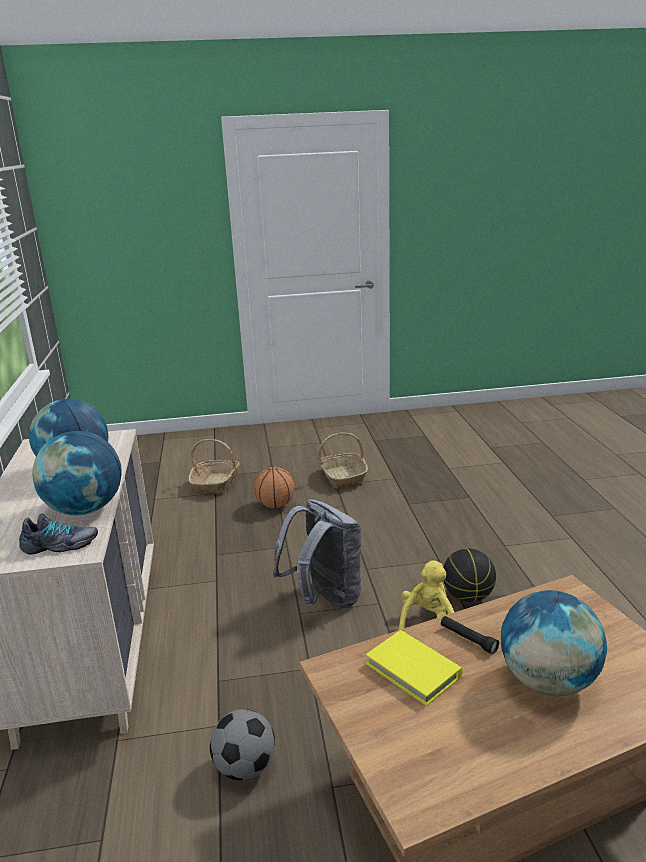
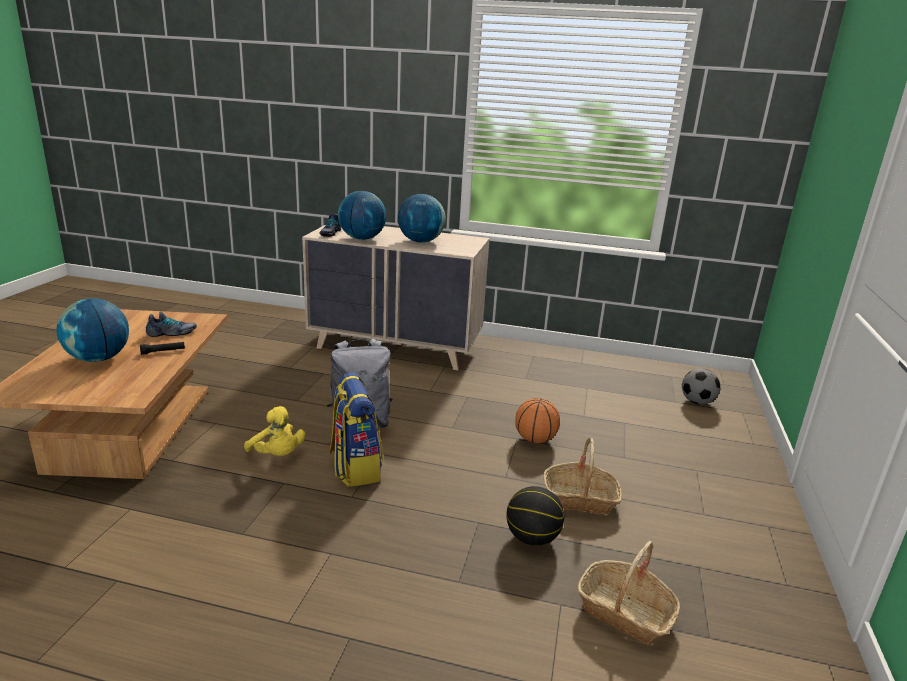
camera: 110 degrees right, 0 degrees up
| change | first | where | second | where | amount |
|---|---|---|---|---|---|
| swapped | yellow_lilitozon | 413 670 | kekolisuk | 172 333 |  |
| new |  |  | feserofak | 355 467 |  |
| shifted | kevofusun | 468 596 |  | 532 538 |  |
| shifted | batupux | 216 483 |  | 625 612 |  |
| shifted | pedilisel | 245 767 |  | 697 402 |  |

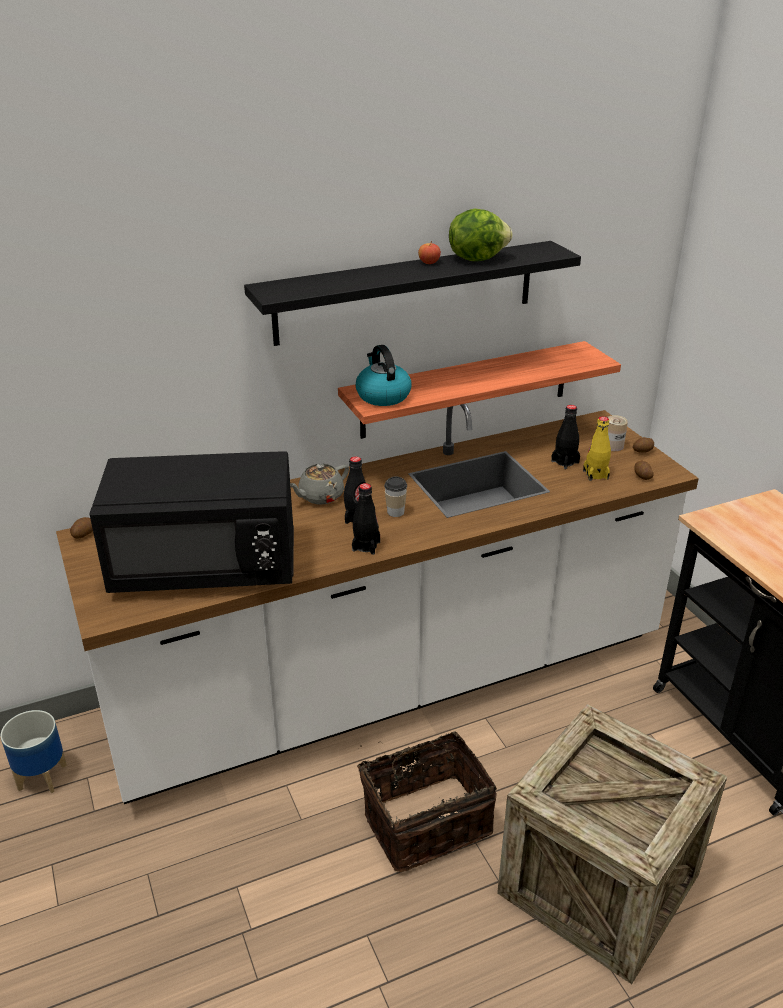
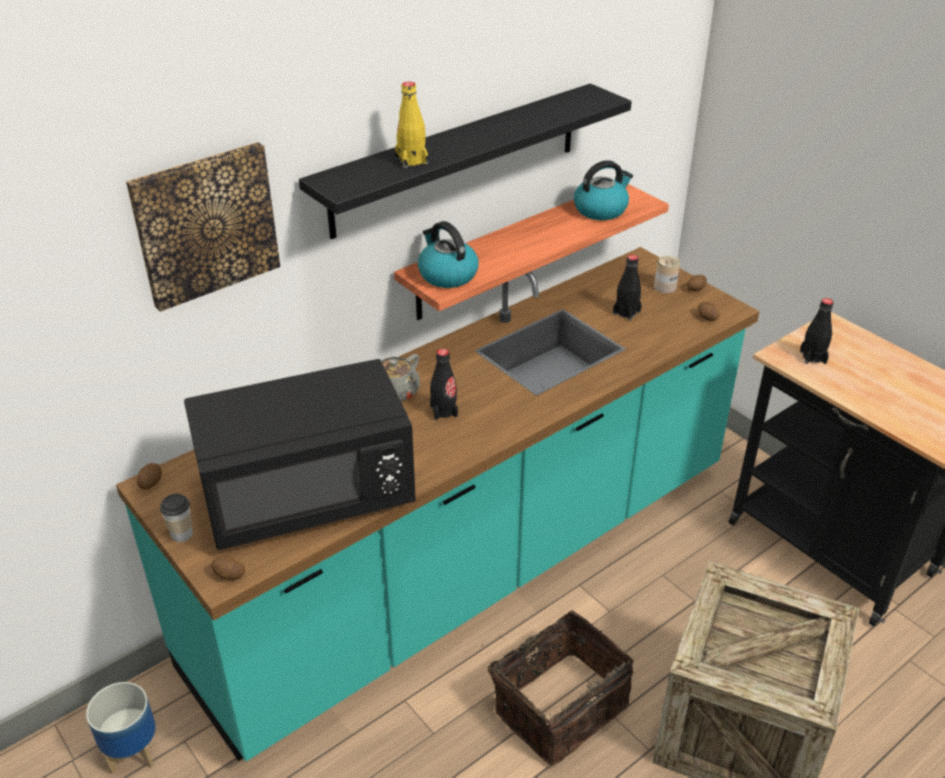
camera: 15 degrees left, 5 degrees up
| change | first | where | second | where | amount |
|---|---|---|---|---|---|
| repainted | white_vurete | 391 682 | turquoise_vurete | 472 566 |  |
| new |  |  | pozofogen | 205 224 |  |
| shifted | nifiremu | 395 512 |  | 181 534 |  |
| new |  |  | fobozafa | 228 575 |  |
| shifted | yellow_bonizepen | 595 474 |  | 411 161 |  |
| new |  |  | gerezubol | 601 209 |  |
| shifted | black_bonizepen | 366 546 |  | 813 357 |  |
| gone | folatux | 429 262 |  |  |  |
| gone | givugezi | 476 258 |  |  |  |

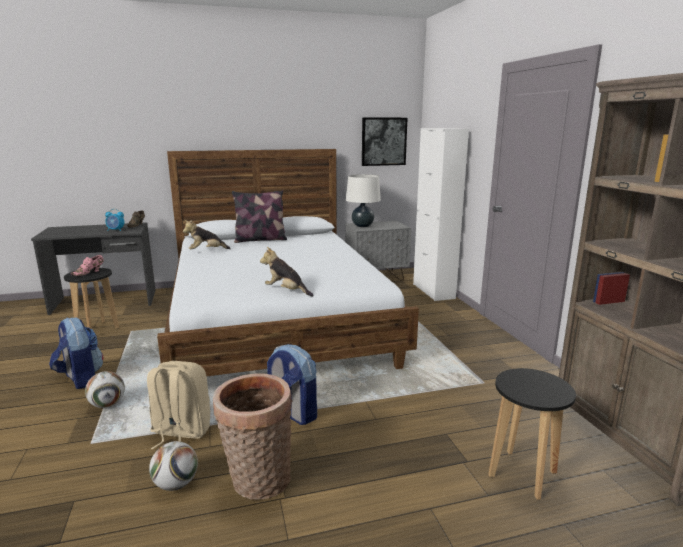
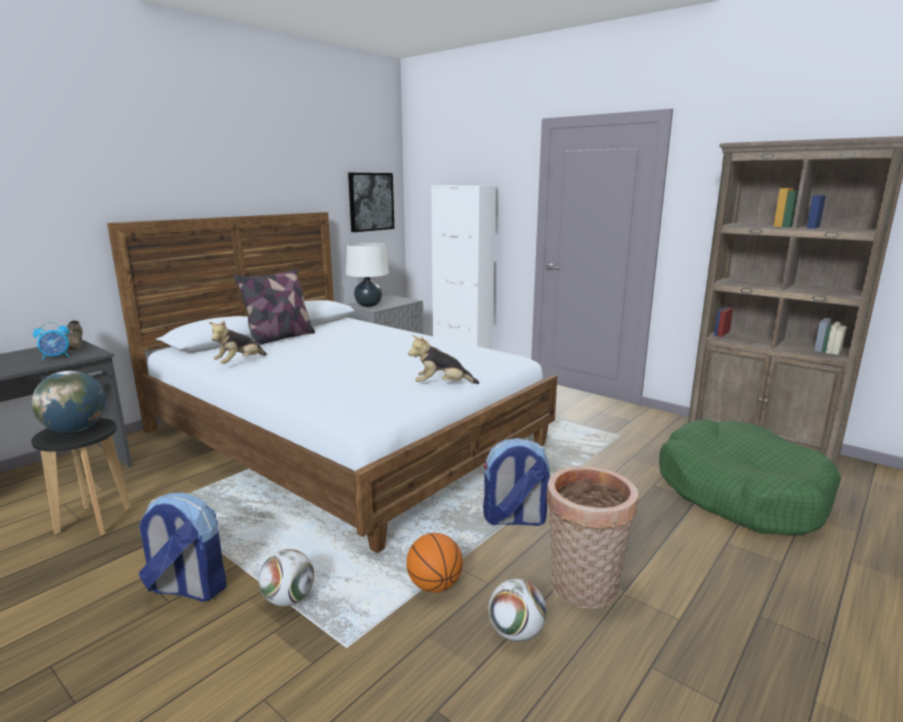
camera: 35 degrees left, 0 degrees up
| change | first | where | second | where | amount |
|---|---|---|---|---|---|
| swapped | pink_kekolisuk | 90 272 | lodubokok | 76 429 |  |
| swapped | beige_feserofak | 180 432 | kevofusun | 434 585 |  |
| swapped | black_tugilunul | 523 474 | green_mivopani | 740 493 |  |

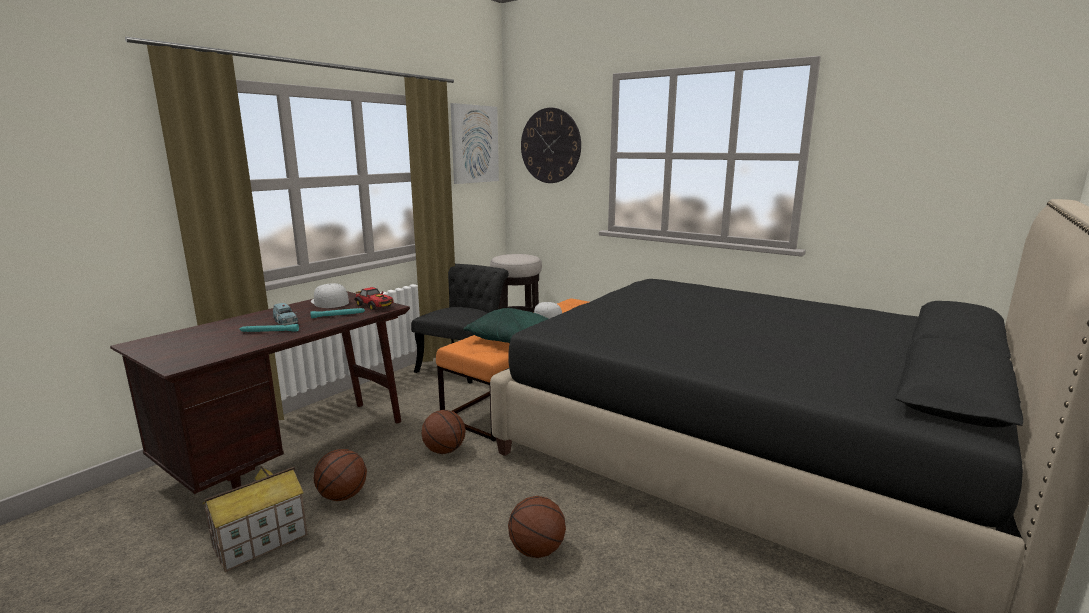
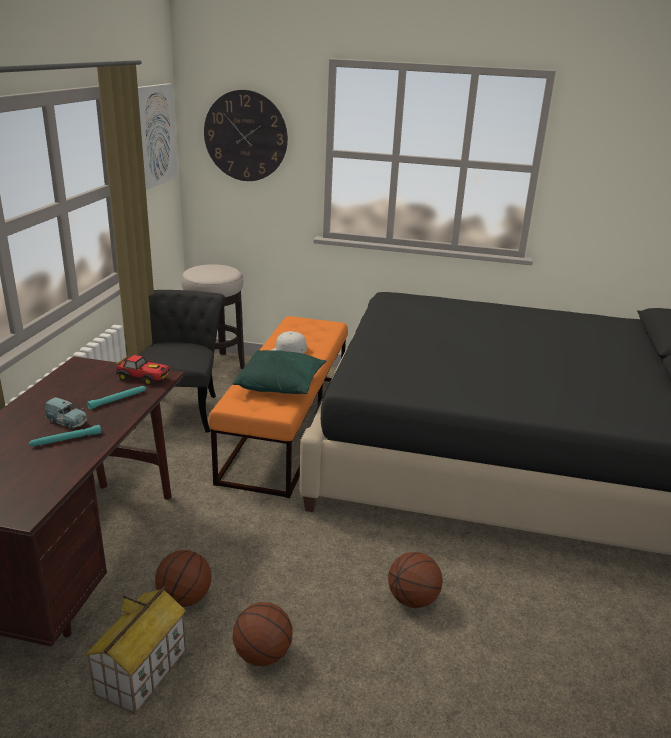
camera: 25 degrees left, 10 degrees up
| change | first | where | second | where | amount |
|---|---|---|---|---|---|
| shifted | kevofusun | 445 450 |  | 263 654 |  |
| gone | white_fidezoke | 329 302 |  |  |  |

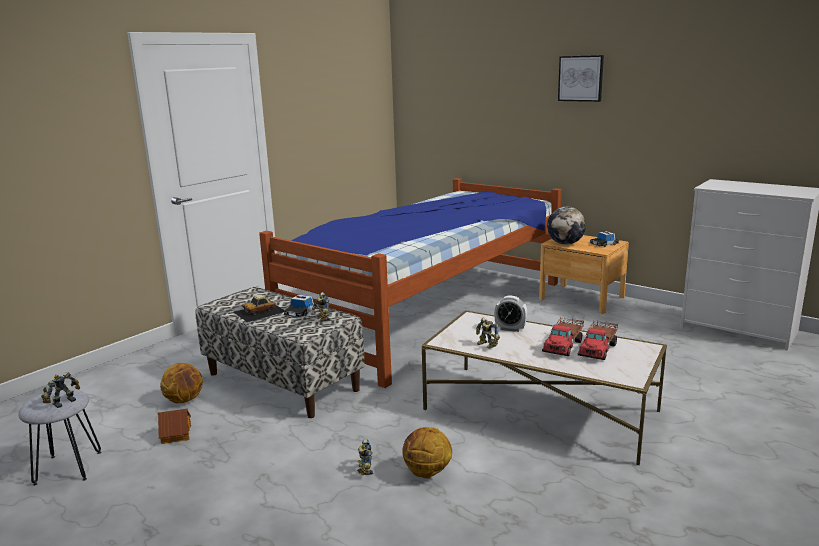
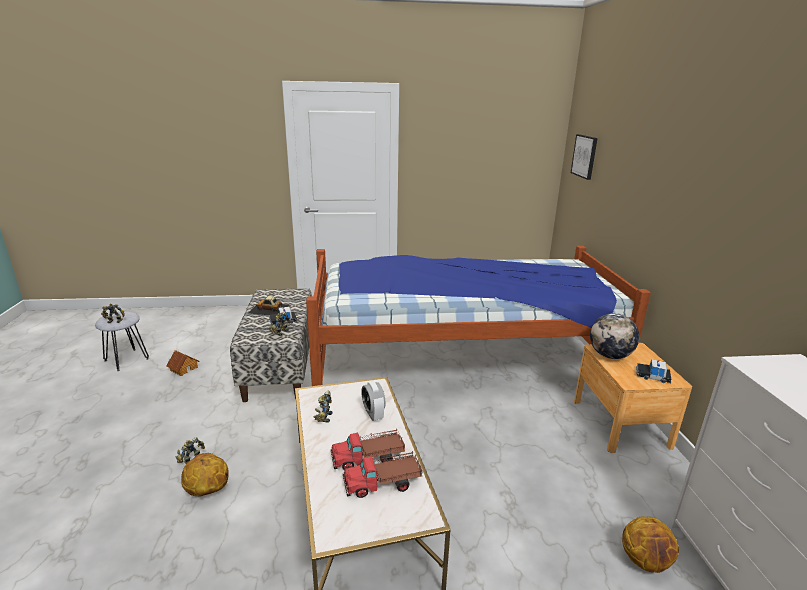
camera: 45 degrees right, 5 degrees up
| change | first | where | second | where | amount |
|---|---|---|---|---|---|
| shifted | pozofogen | 581 78 |  | 585 156 |  |
| shifted | kevofusun | 185 400 |  | 645 561 |  |

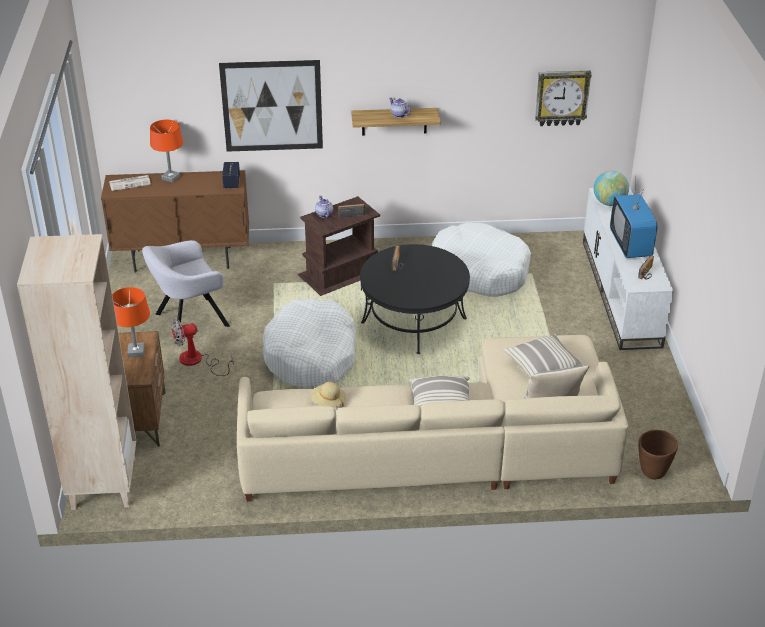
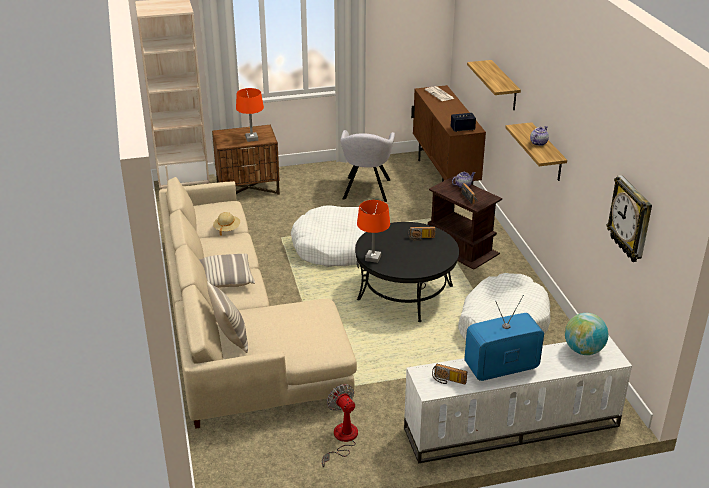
camera: 80 degrees right, 5 degrees down
| change | first | where | second | where | amount |
|---|---|---|---|---|---|
| shifted | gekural | 197 361 |  | 342 439 |  |
| rotated | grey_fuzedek | 189 321 |  | 366 190 | 135 degrees counterclockwise |
| shifted | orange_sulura | 170 178 |  | 372 258 |  |
| swapped | pozofogen | 272 106 | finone | 504 86 |  |
| gone | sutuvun | 543 367 |  |  |  |
| gone | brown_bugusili | 652 472 |  |  |  |

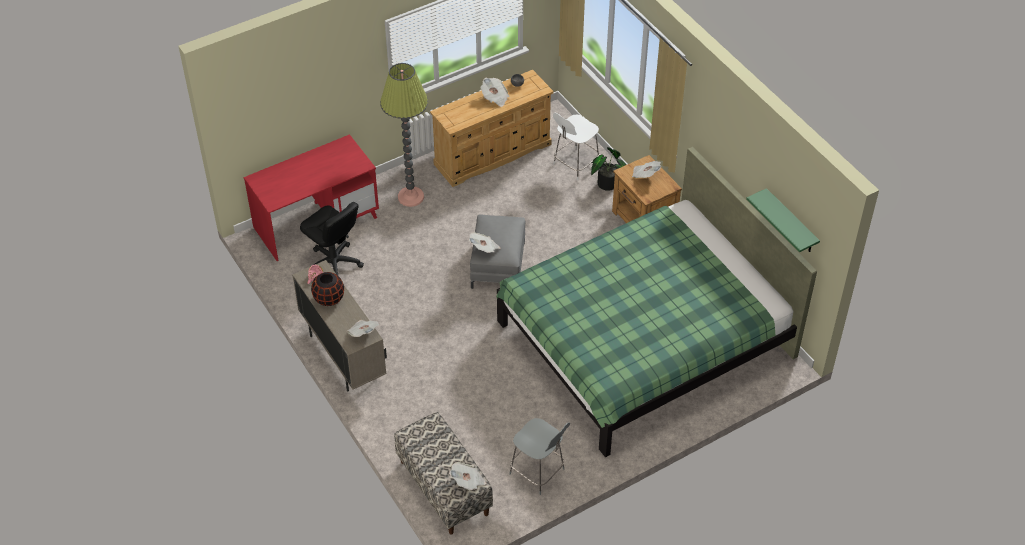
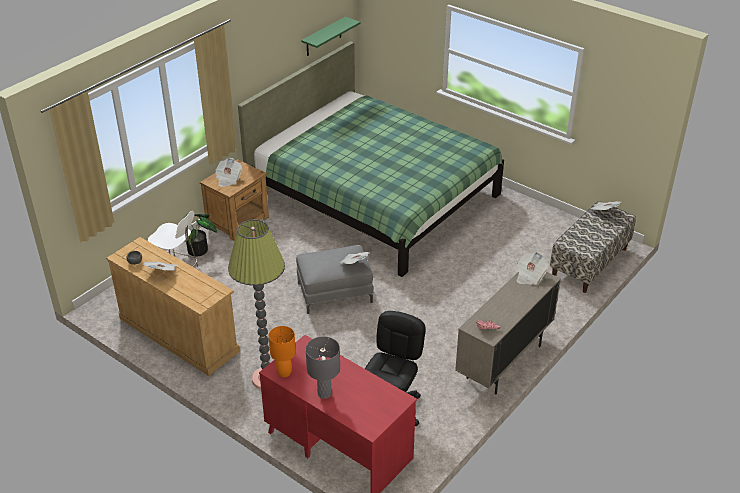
camera: 110 degrees left, 10 degrees down
| change | first | where | second | where | amount |
|---|---|---|---|---|---|
| new |  |  | orange_sulura | 284 372 |  |
| new |  |  | grey_sulura | 324 394 |  |
| gone | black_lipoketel | 329 299 |  |  |  |
| gone | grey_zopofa | 538 472 |  |  |  |

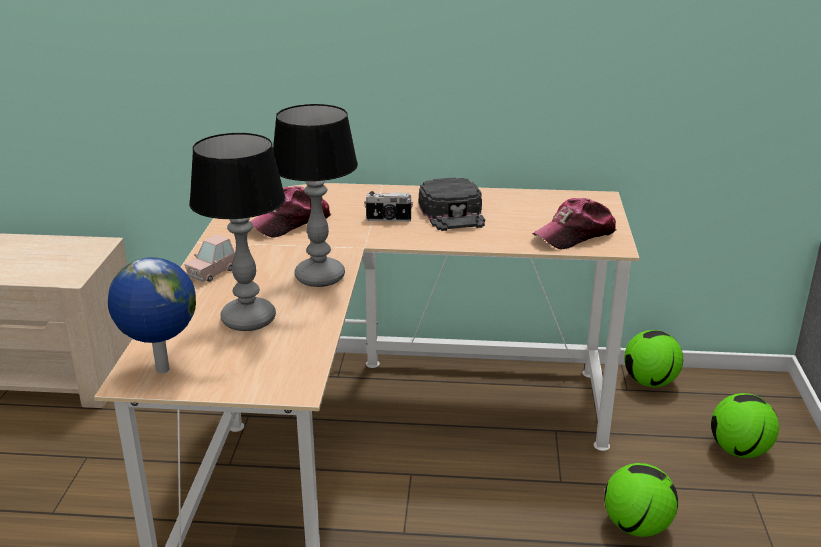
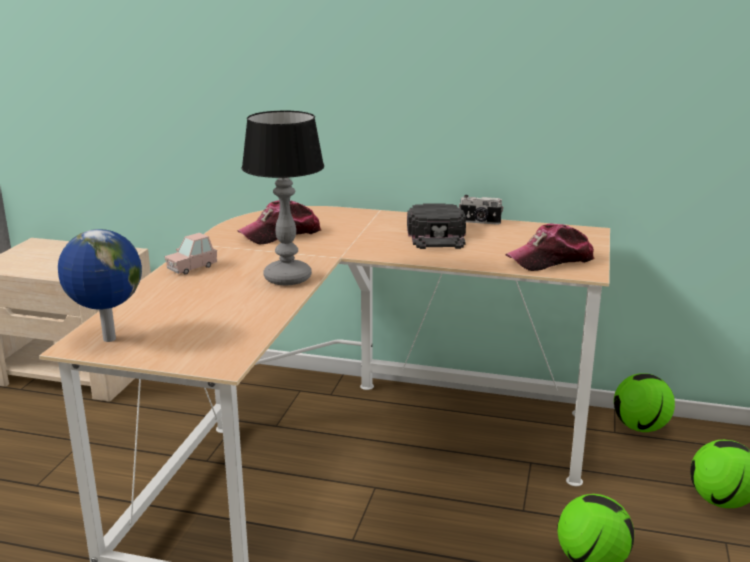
camera: 10 degrees right, 5 degrees down
| change | first | where | second | where | amount |
|---|---|---|---|---|---|
| shifted | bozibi | 388 220 |  | 480 222 |  |
| gone | sulura | 247 320 |  |  |  |

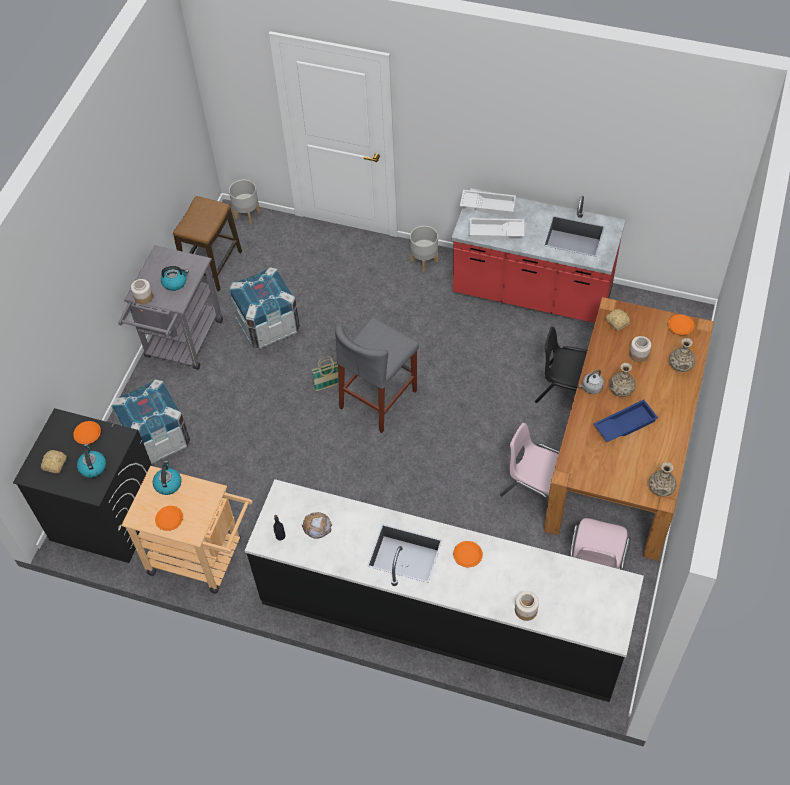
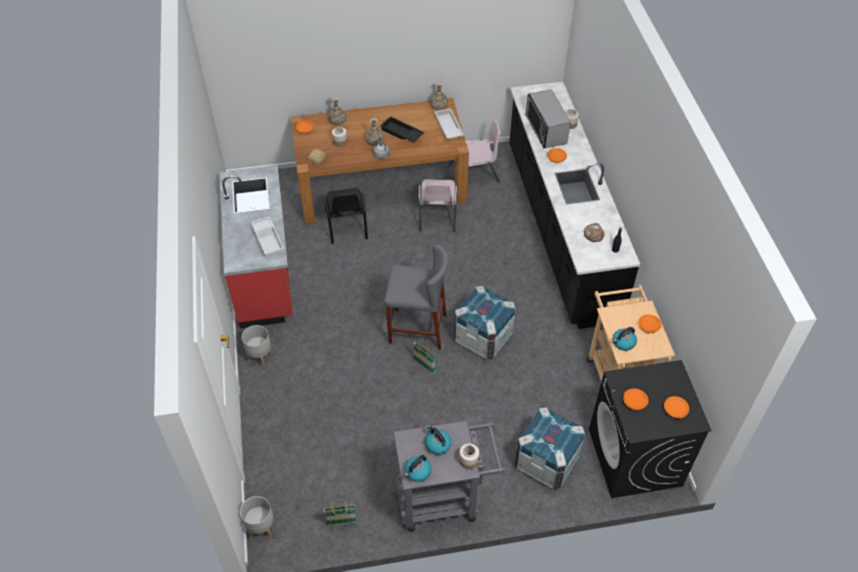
camera: 120 degrees left, 5 degrees down
| change | first | where | second | where | amount |
|---|---|---|---|---|---|
| swapped | tugilunul | 213 266 | batupux | 342 522 |  |
| repainted | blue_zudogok | 624 424 | black_zudogok | 401 133 |  |
| shifted | gerezubol | 92 467 |  | 417 472 |  |
| shifted | white_zudogok | 488 205 |  | 448 127 |  |
| shifted | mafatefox | 268 325 |  | 483 337 |  |
| new |  |  | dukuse | 545 130 |  |
| swapped | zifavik | 54 464 | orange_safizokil | 675 410 |  |

